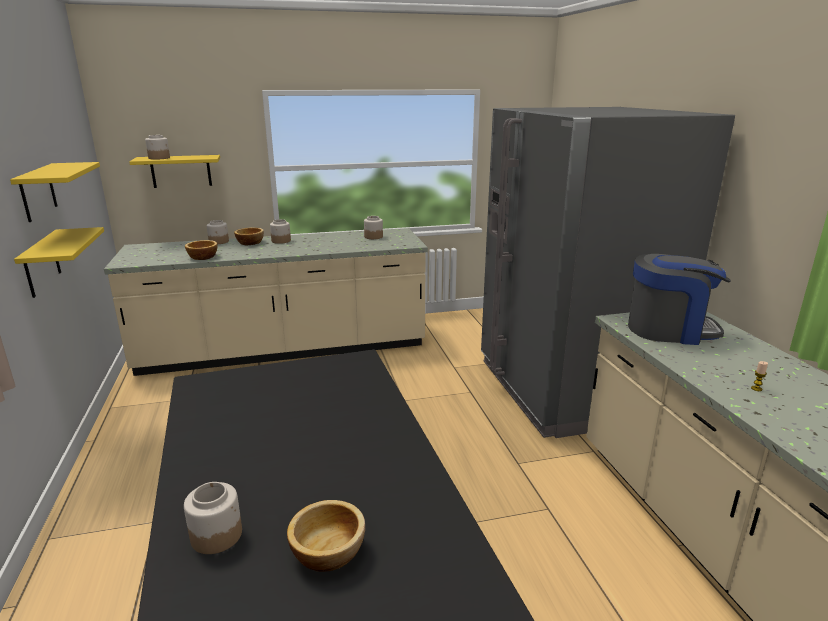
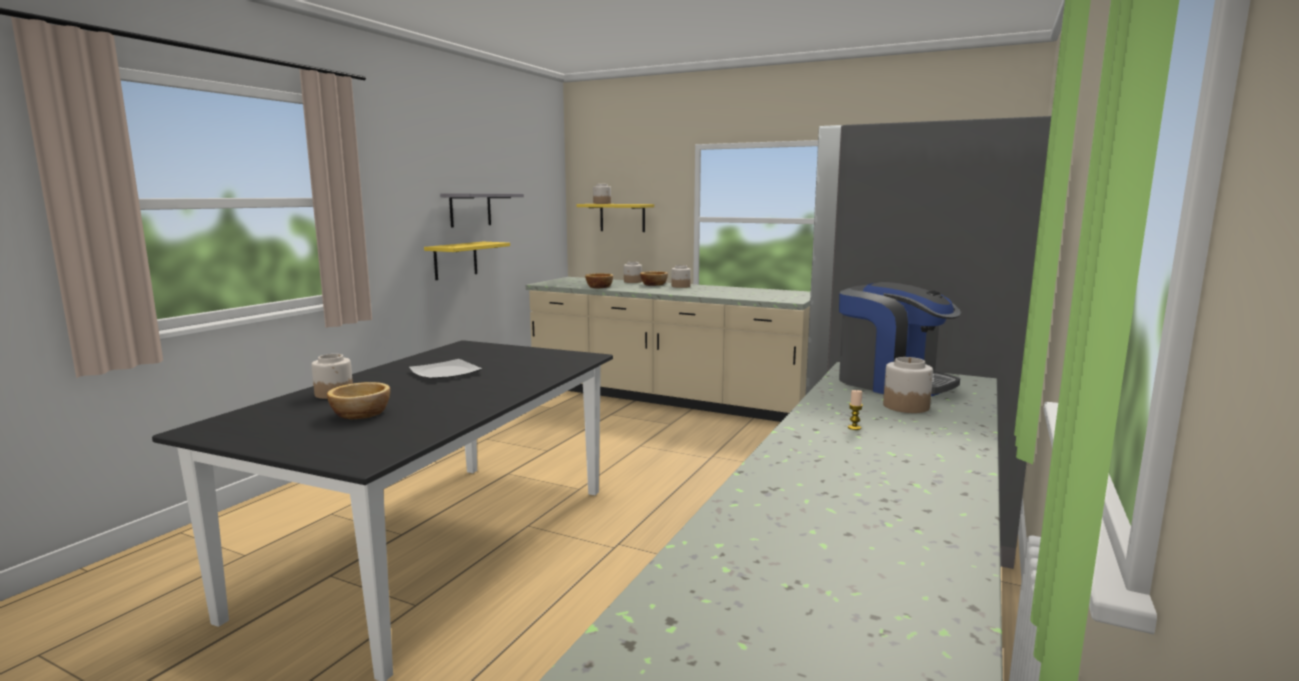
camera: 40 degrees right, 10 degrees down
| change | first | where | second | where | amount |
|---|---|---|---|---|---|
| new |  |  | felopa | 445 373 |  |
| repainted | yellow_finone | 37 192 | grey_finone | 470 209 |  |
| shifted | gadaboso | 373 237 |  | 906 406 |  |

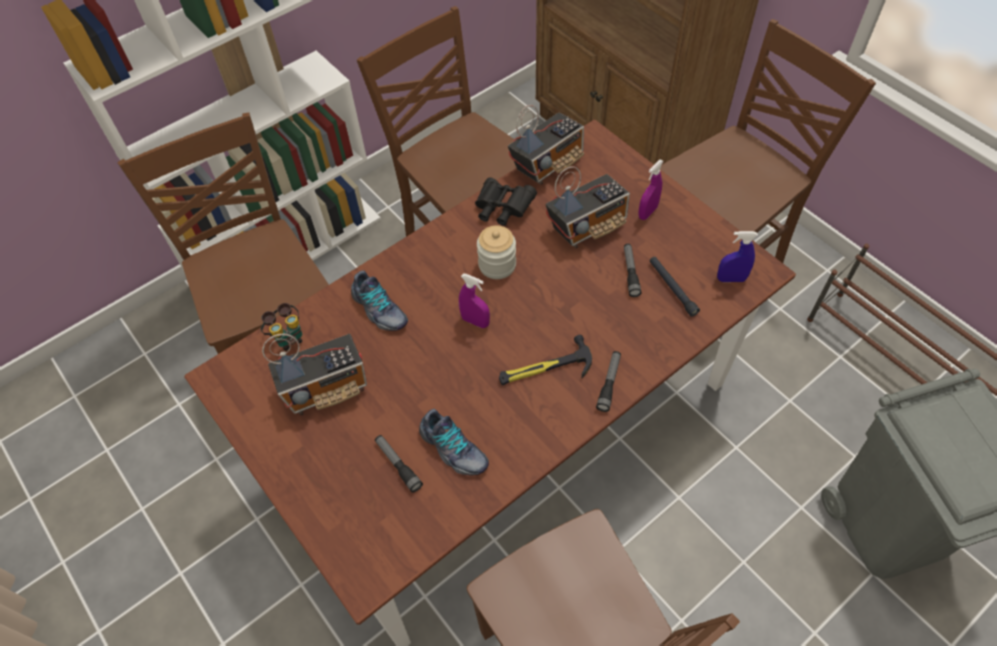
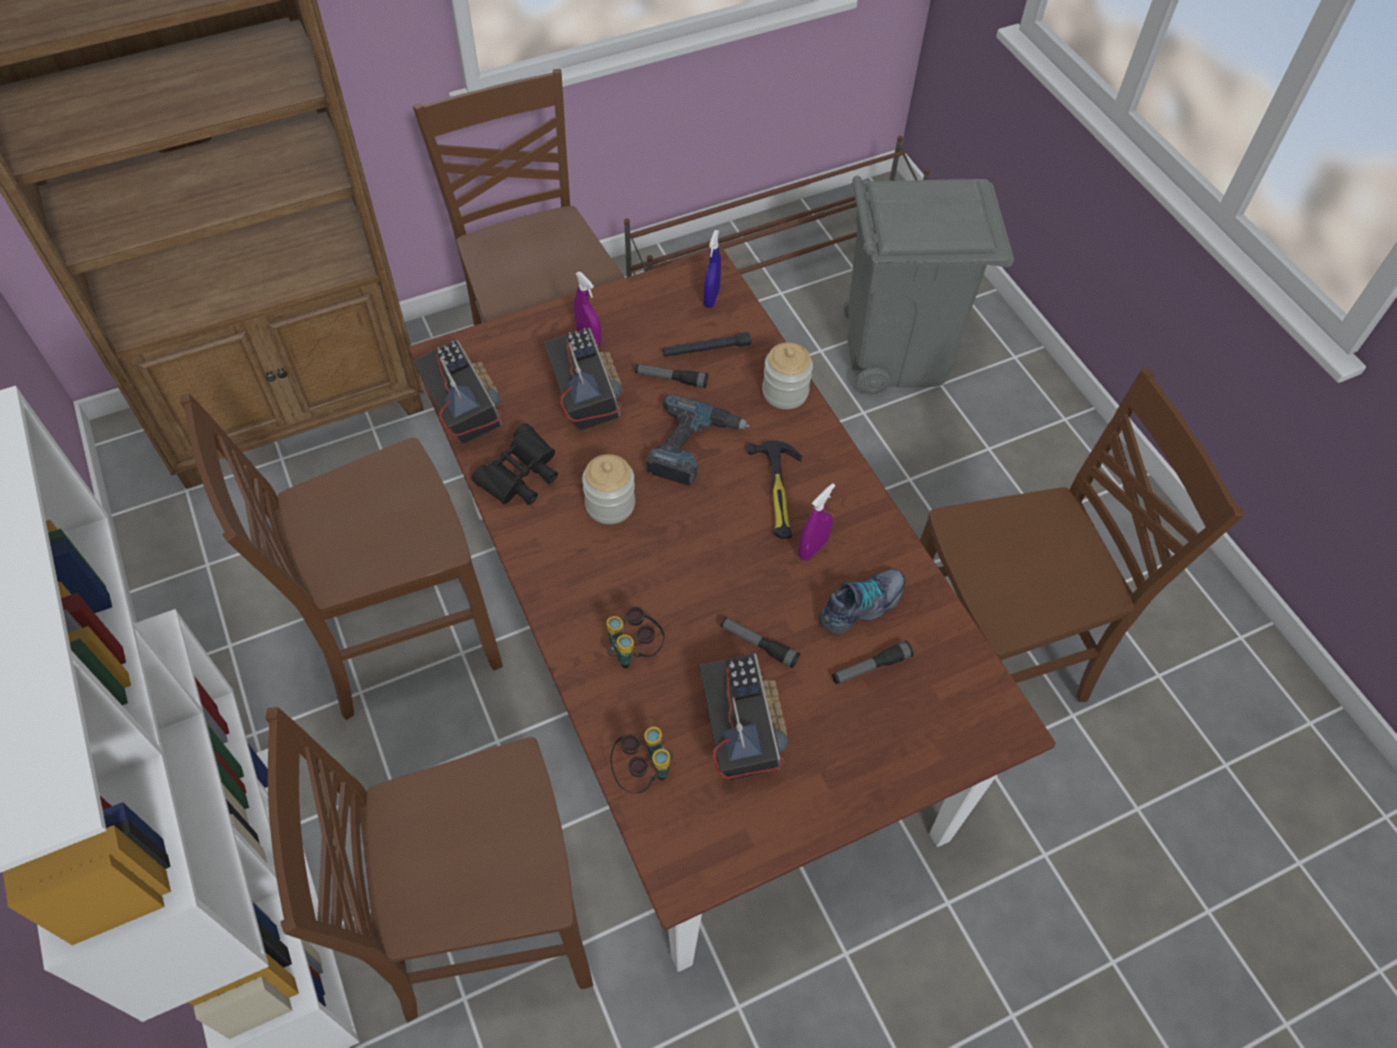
camera: 80 degrees left, 0 degrees up
| change | first | where | second | where | amount |
|---|---|---|---|---|---|
| swapped | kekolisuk | 379 310 | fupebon | 635 651 |  |
| new |  |  | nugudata | 693 447 |  |
| shifted | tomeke | 609 383 |  | 758 645 |  |
| new |  |  | gadaboso | 785 392 |  |
| shifted | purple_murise | 475 321 |  | 812 549 |  |

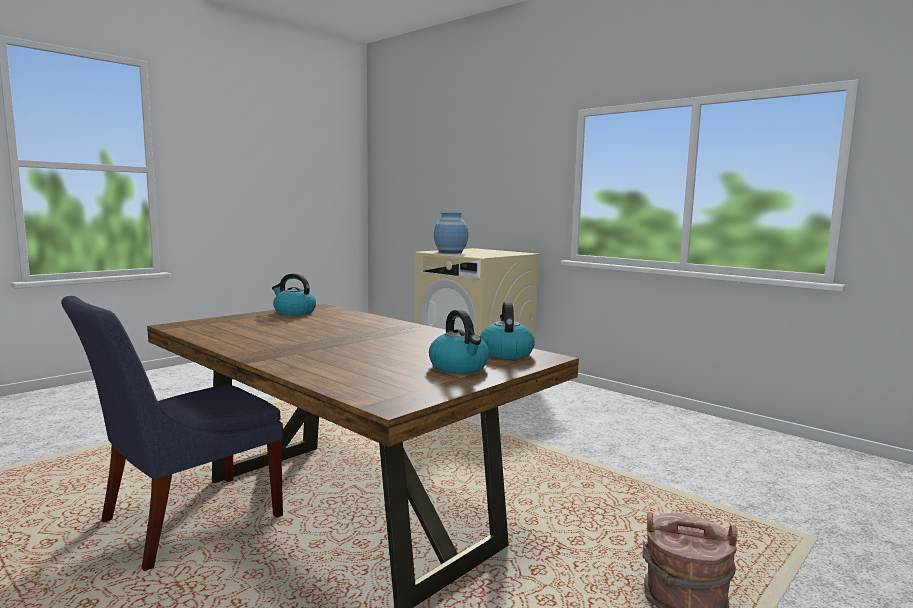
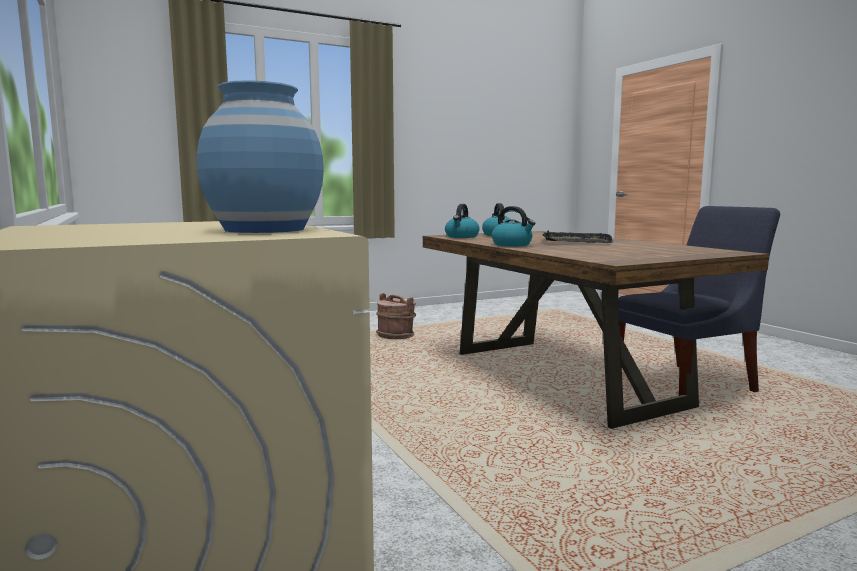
camera: 160 degrees left, 0 degrees up
| change | first | where | second | where | amount |
|---|---|---|---|---|---|
| shifted | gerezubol | 294 312 |  | 512 245 |  |
| new |  |  | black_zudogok | 575 241 |  |

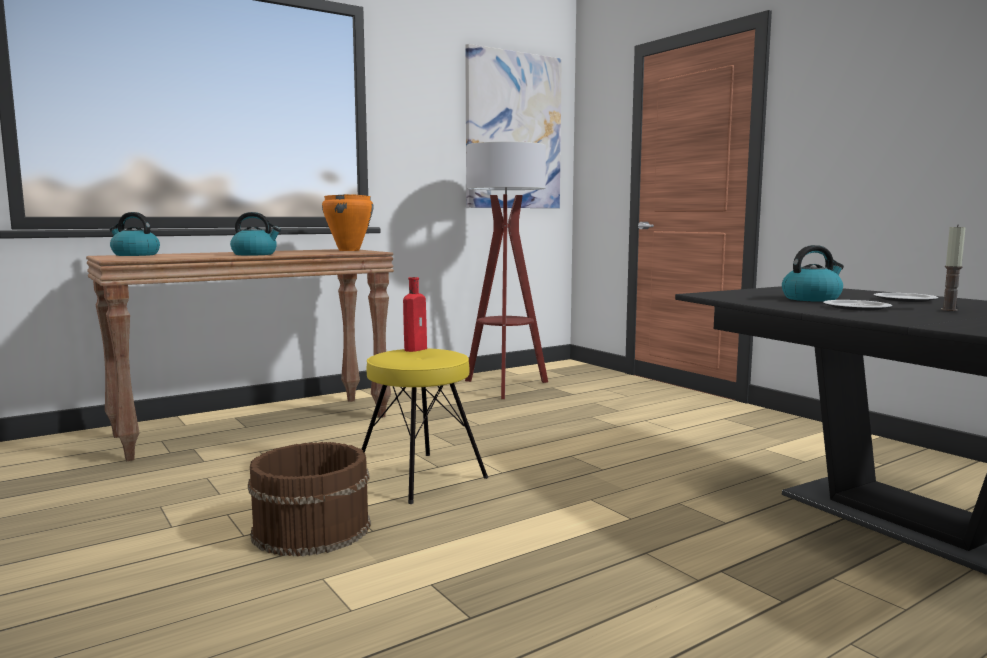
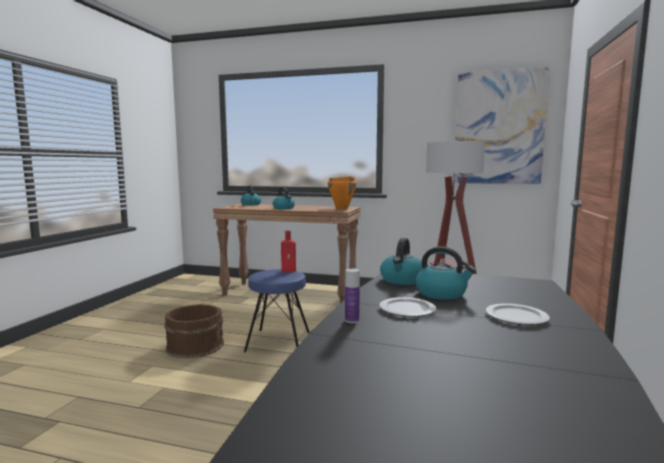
camera: 50 degrees right, 0 degrees up
| change | first | where | second | where | amount |
|---|---|---|---|---|---|
| repainted | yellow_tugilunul | 420 476 | blue_tugilunul | 278 341 |  |
| new |  |  | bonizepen | 352 320 |  |
| new |  |  | gerezubol | 402 280 |  |
| gone | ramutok | 949 310 |  |  |  |

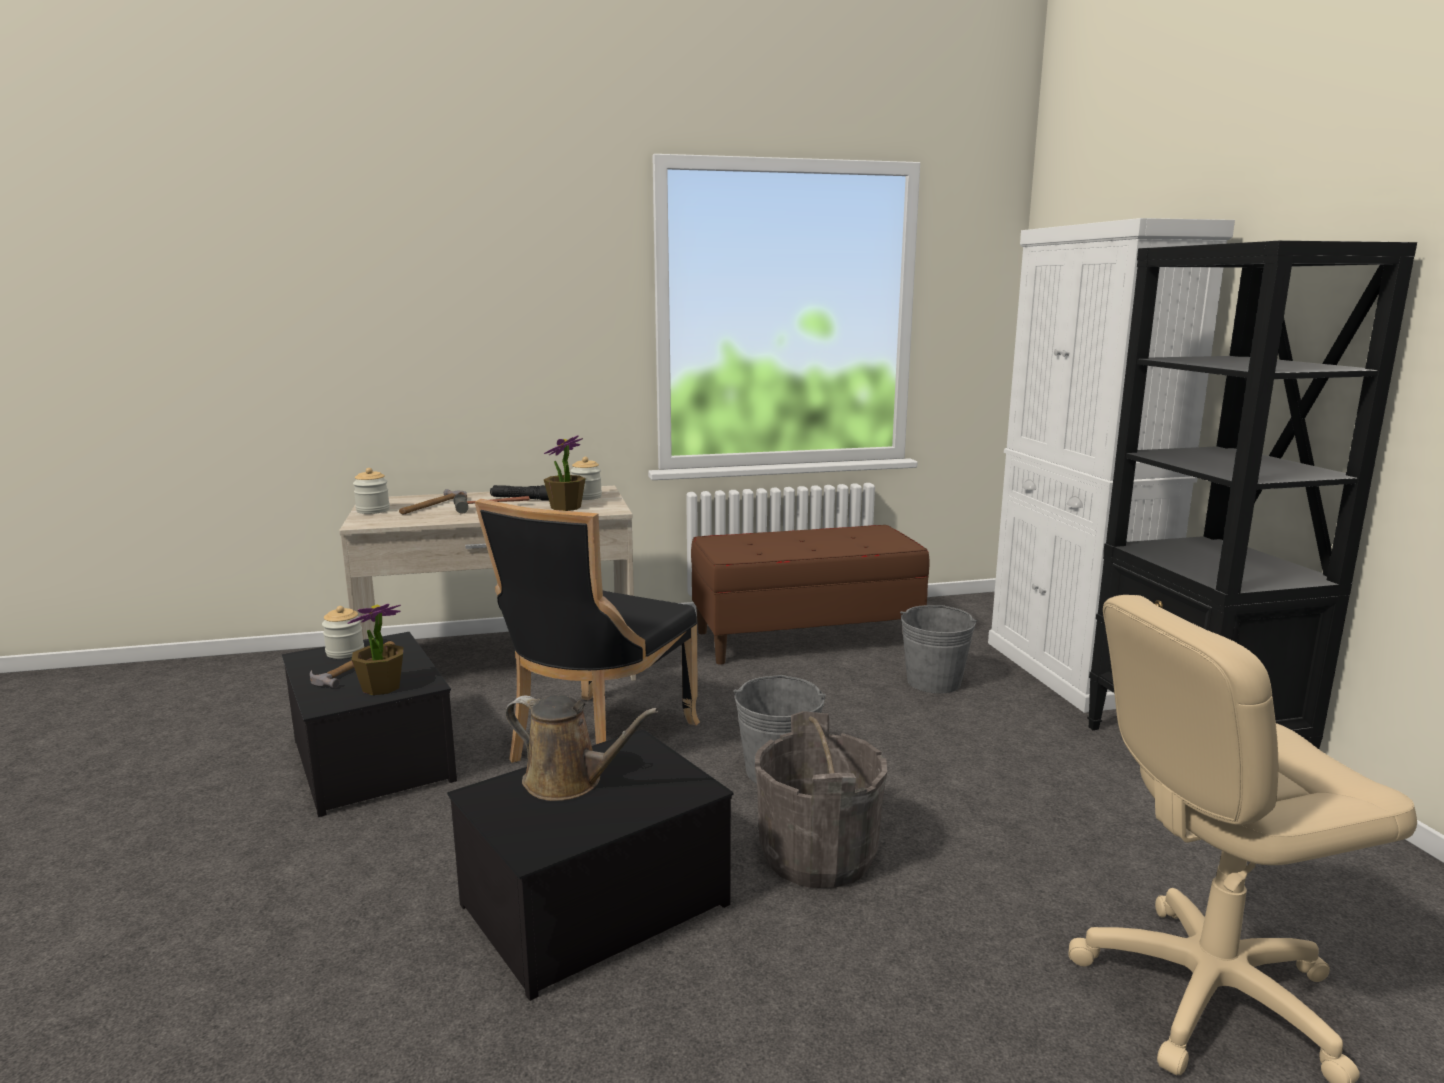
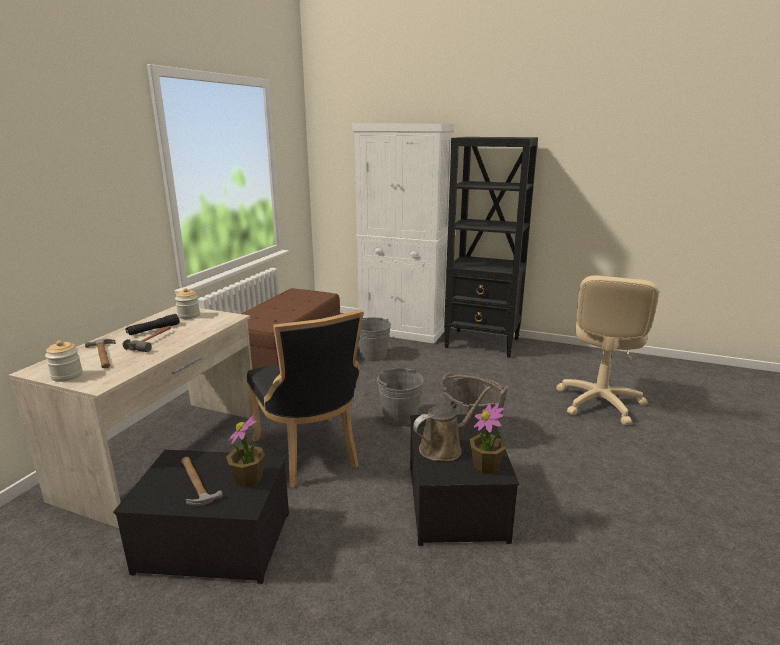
camera: 55 degrees left, 5 degrees up
| change | first | where | second | where | amount |
|---|---|---|---|---|---|
| shifted | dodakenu | 565 507 |  | 486 466 |  |
| gone | gadaboso | 345 652 |  |  |  |

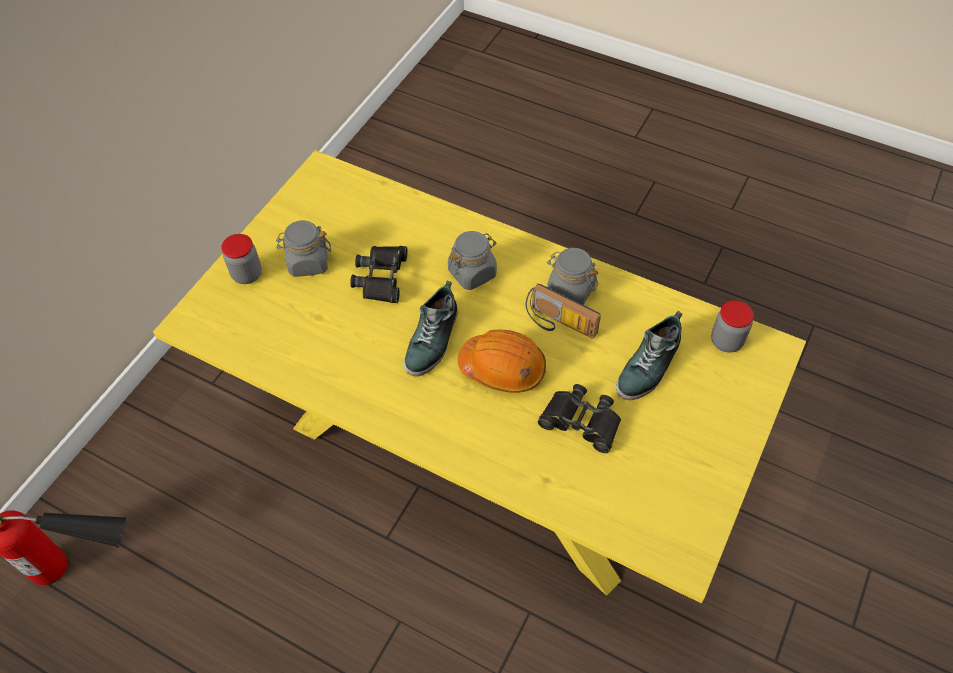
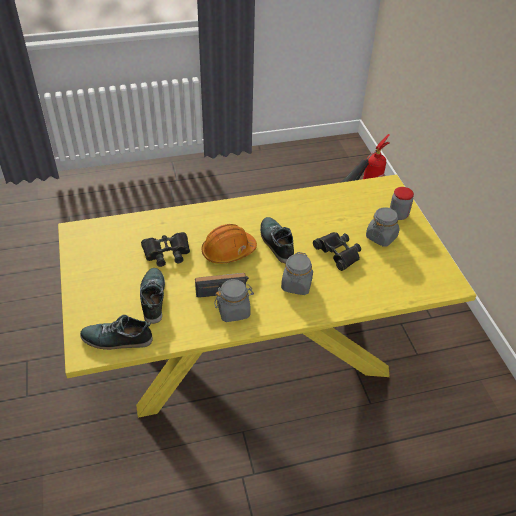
camera: 135 degrees right, 10 degrees down
| change | first | where | second | where | amount |
|---|---|---|---|---|---|
| swapped | gadaboso | 726 341 | kekolisuk | 117 339 |  |

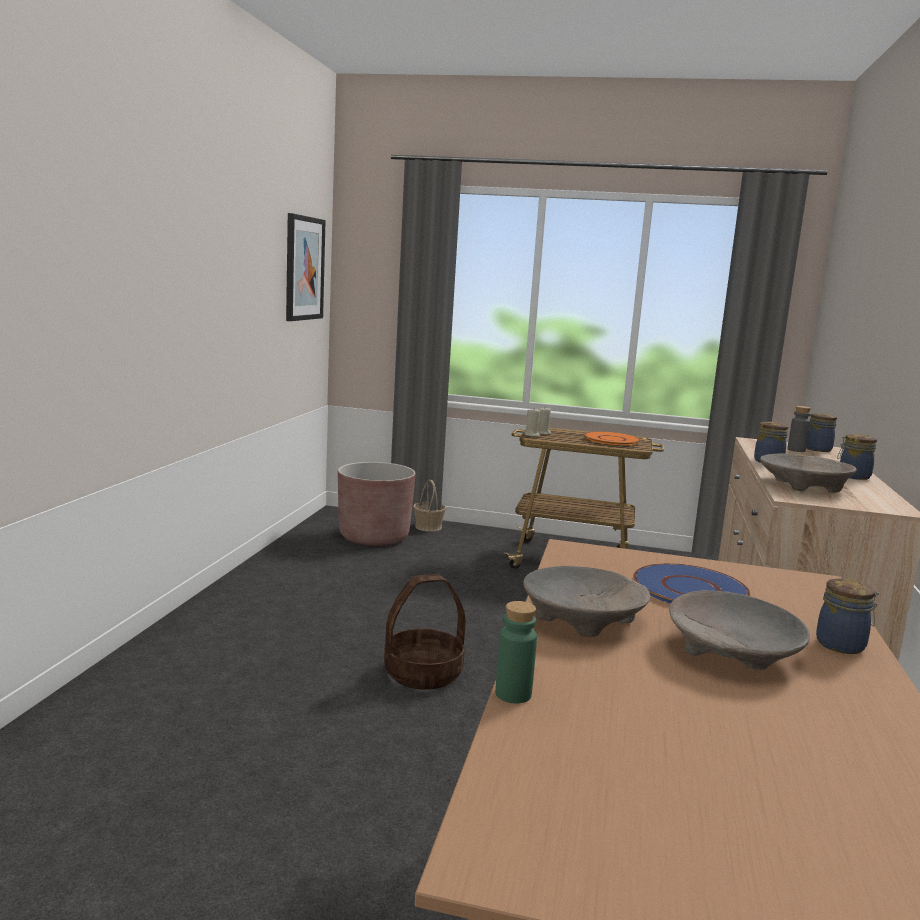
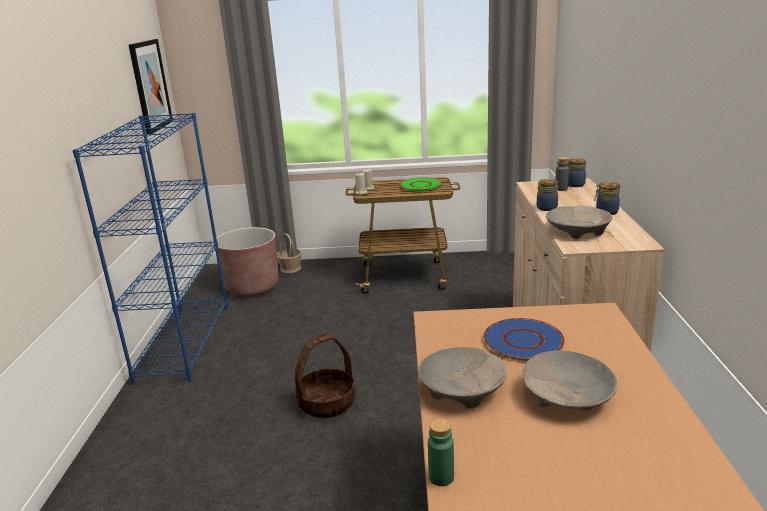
camera: 10 degrees left, 10 degrees up
| change | first | where | second | where | amount |
|---|---|---|---|---|---|
| new |  |  | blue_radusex | 184 341 |  |
| repainted | orange_felopa | 612 440 | green_felopa | 421 185 |  |
| gone | gadaboso | 842 645 |  |  |  |

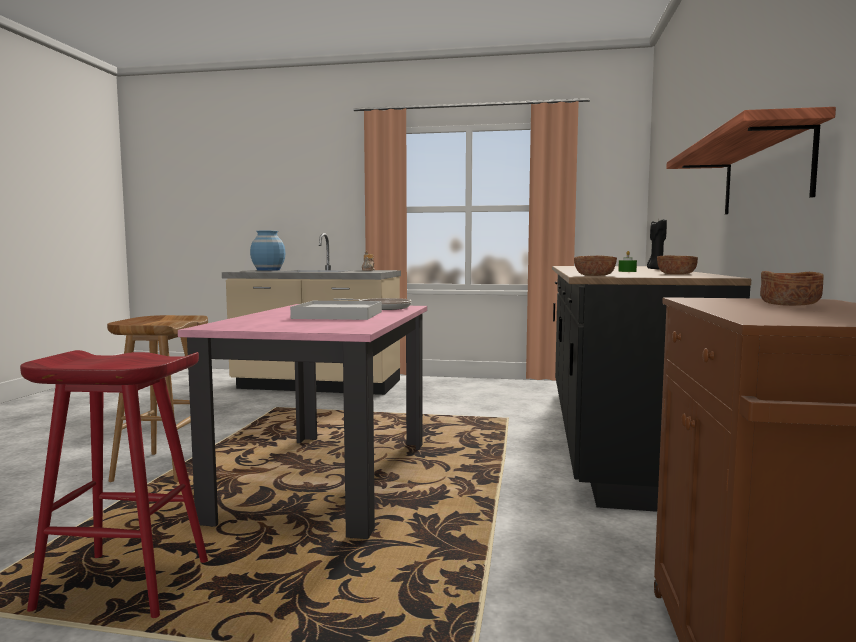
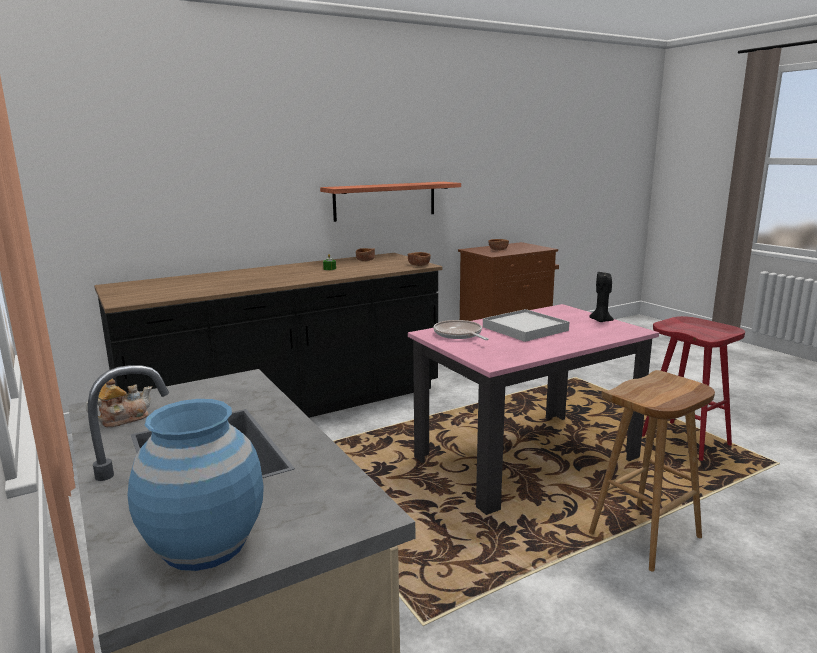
camera: 130 degrees left, 10 degrees up
| change | first | where | second | where | amount |
|---|---|---|---|---|---|
| shifted | black_ramutok | 656 269 |  | 600 321 |  |

